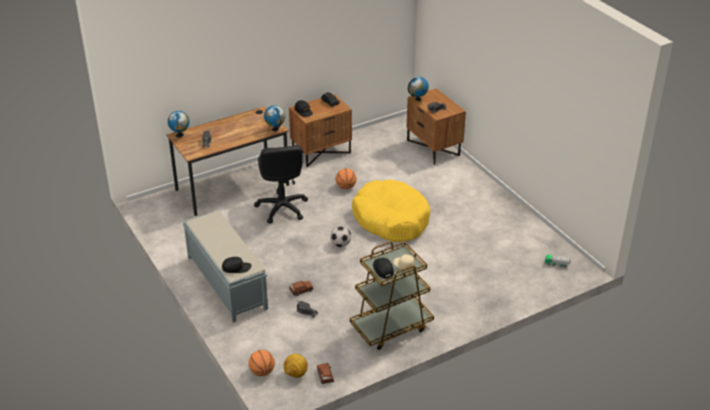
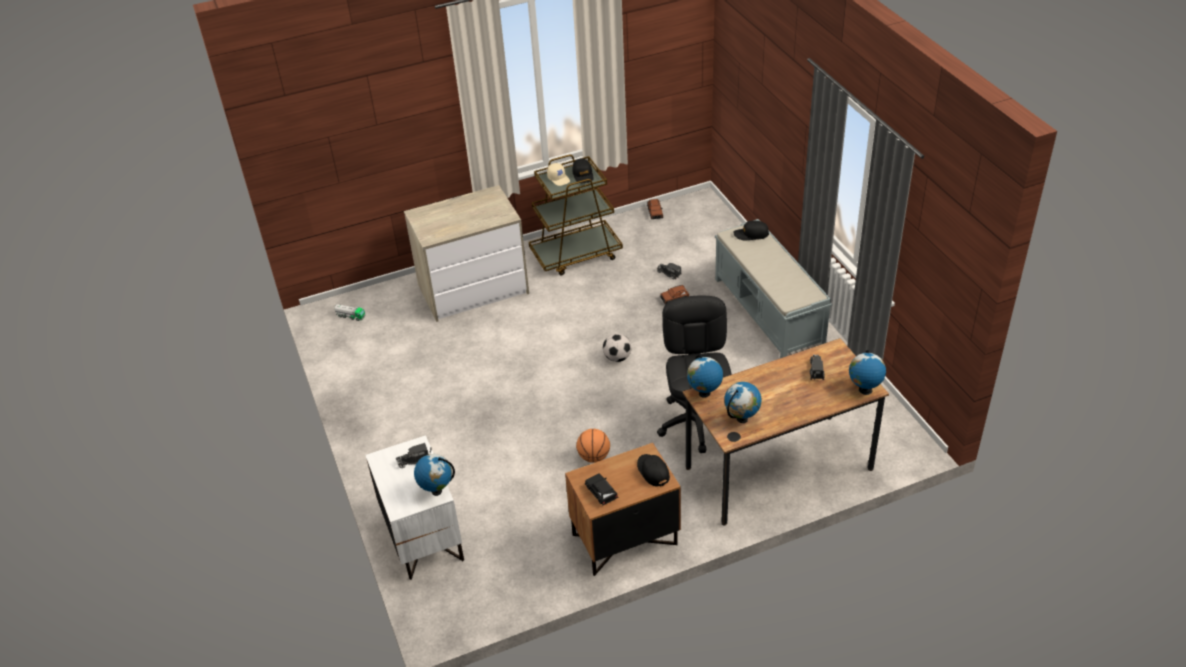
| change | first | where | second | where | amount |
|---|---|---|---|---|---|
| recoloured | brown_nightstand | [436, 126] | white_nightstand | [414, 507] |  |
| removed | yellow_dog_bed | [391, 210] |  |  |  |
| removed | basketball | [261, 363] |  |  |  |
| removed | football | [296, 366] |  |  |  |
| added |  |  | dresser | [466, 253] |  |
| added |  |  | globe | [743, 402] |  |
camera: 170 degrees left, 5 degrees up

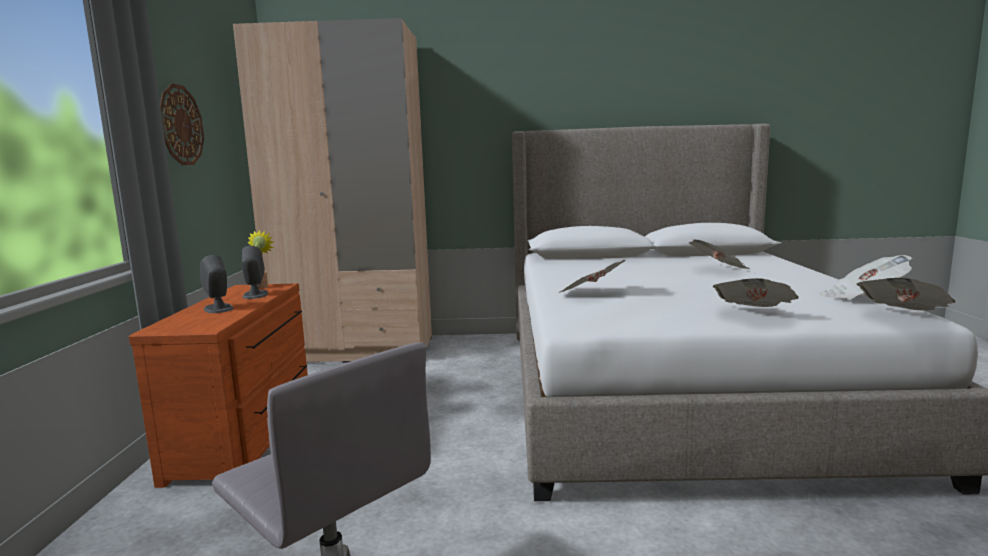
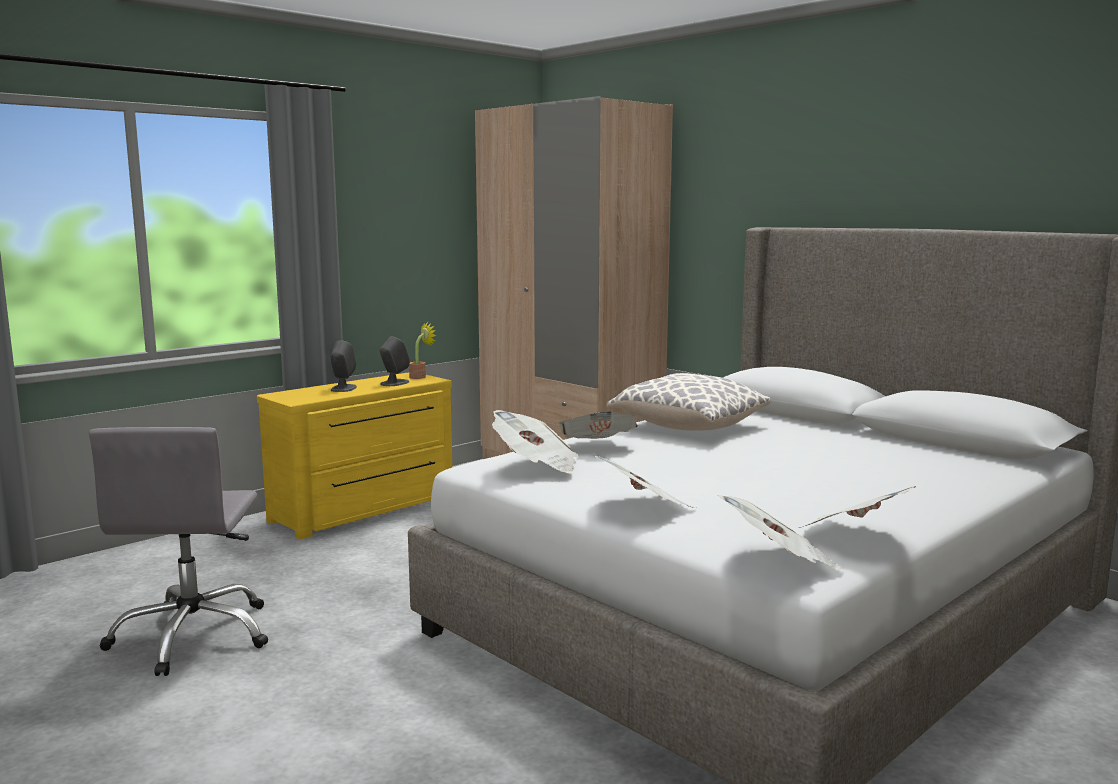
| change | first | where | second | where | amount |
|---|---|---|---|---|---|
| removed | wall_clock | [182, 124] |  |  |  |
| moved | newspaper | [719, 254] |  | [535, 441] |  |
| recoloured | brown_dresser | [218, 385] | yellow_dresser | [354, 456] |  |
| added |  |  | pillow | [688, 402] |  |
camera: 45 degrees right, 0 degrees up

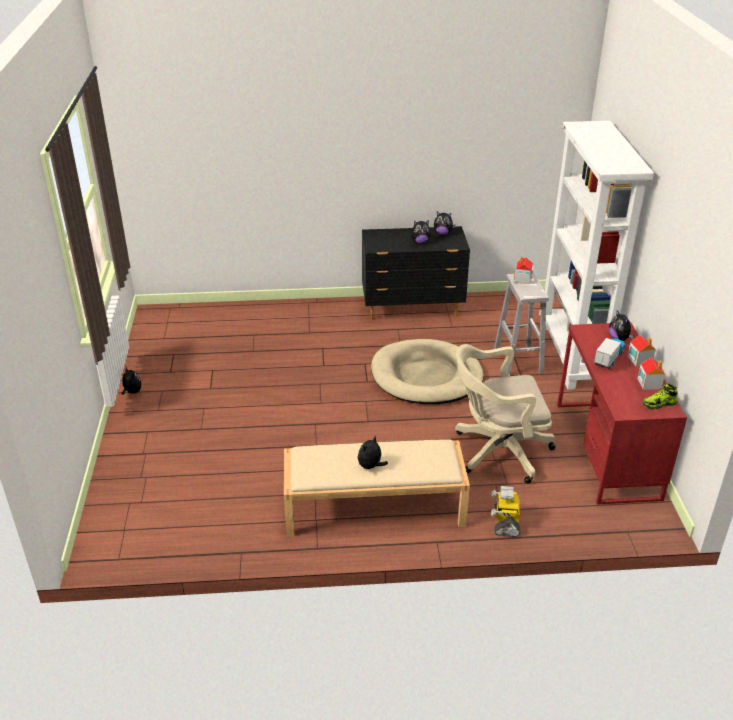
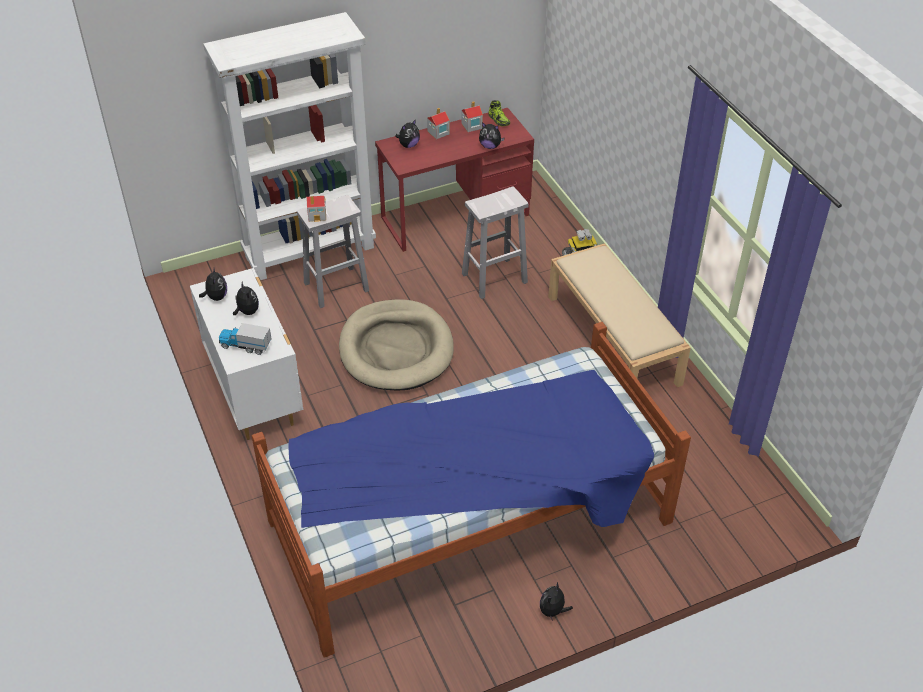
| change | first | where | second | where | amount |
|---|---|---|---|---|---|
| recoloured | black_dresser | [416, 273] | white_dresser | [247, 354] |  |
| moved | toy_truck | [609, 354] |  | [245, 339] |  |
| replaced | beige_office_chair | [505, 414] | white_stool | [495, 242] |  |
| moved | plush_toy | [373, 453] |  | [491, 135] |  |
| added |  |  | bed | [471, 490] |  |
camera: 110 degrees left, 10 degrees up

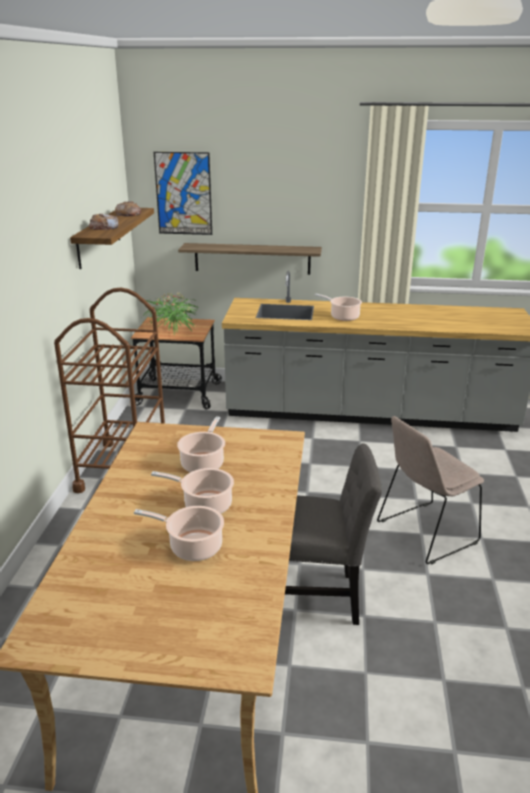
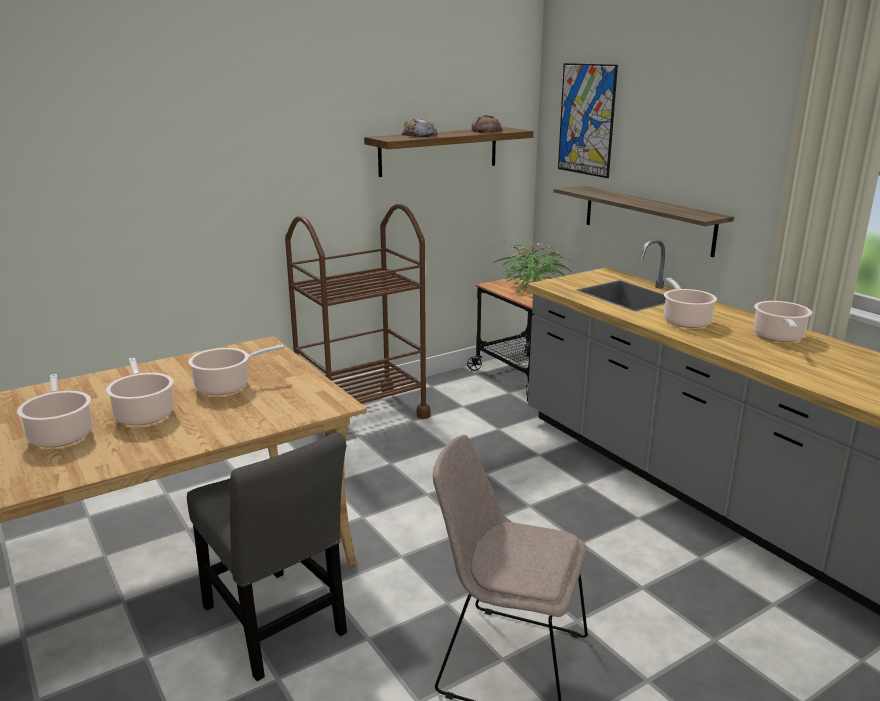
| change | first | where | second | where | amount |
|---|---|---|---|---|---|
| added |  |  | cooking_pot | [783, 321] |  |
camera: 50 degrees right, 5 degrees down

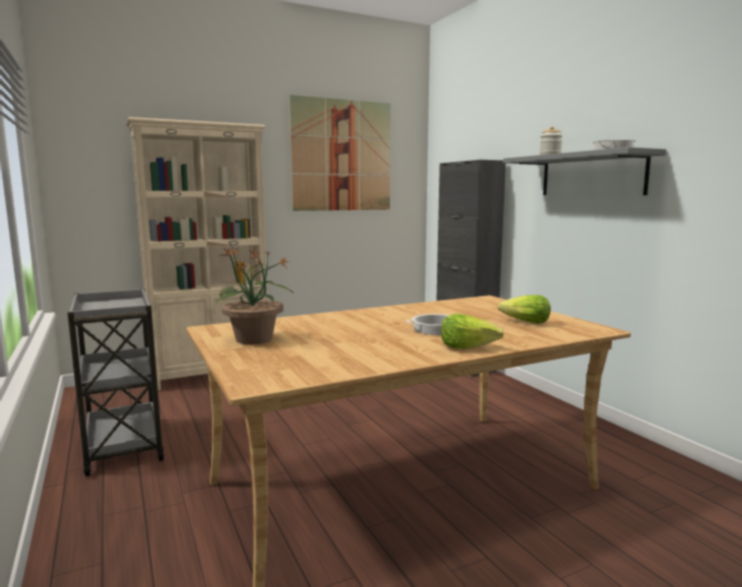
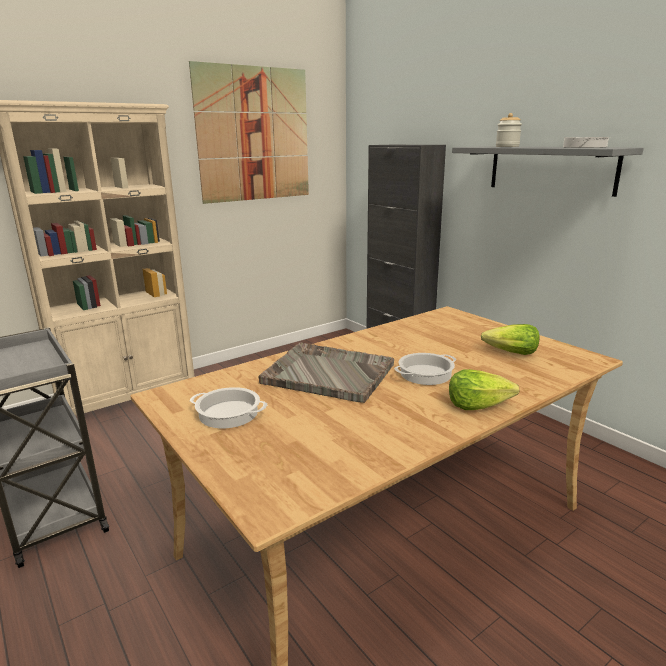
| change | first | where | second | where | amount |
|---|---|---|---|---|---|
| replaced | potted_plant | [255, 296] | cooking_pot | [228, 407] |  |
| added |  |  | grey_tray | [326, 372] |  |
camera: 10 degrees left, 10 degrees up

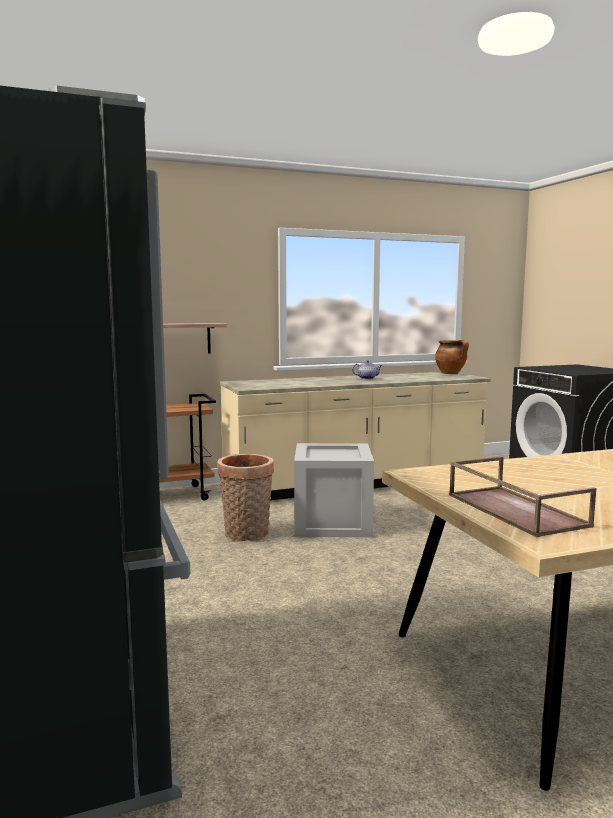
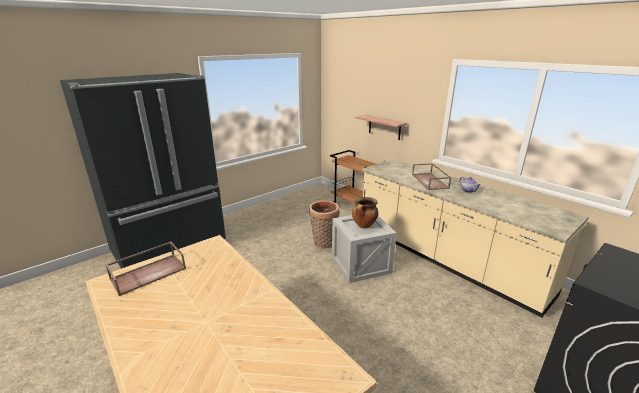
| change | first | where | second | where | amount |
|---|---|---|---|---|---|
| moved | cooking_pot | [452, 357] |  | [365, 213] |  |
| added |  |  | brown_tray | [431, 176] |  |
camera: 70 degrees right, 15 degrees up

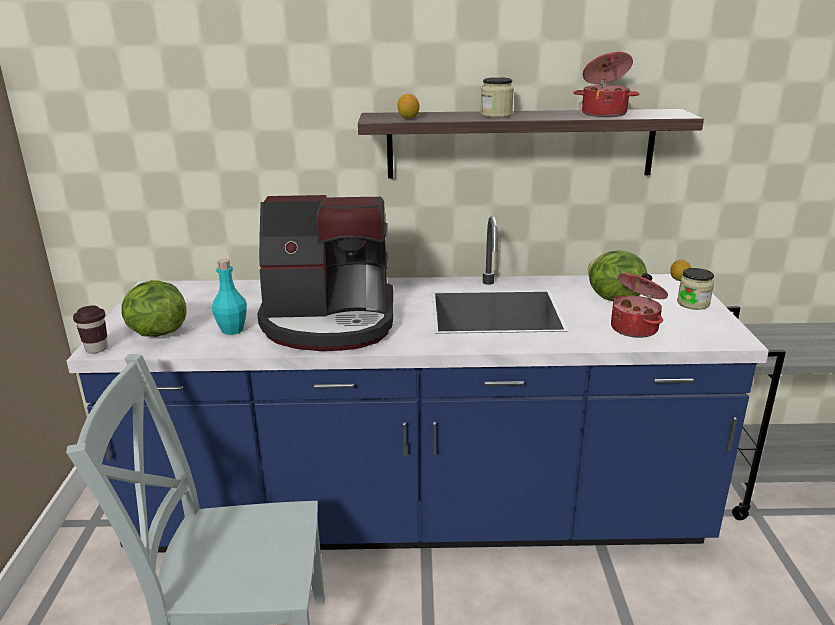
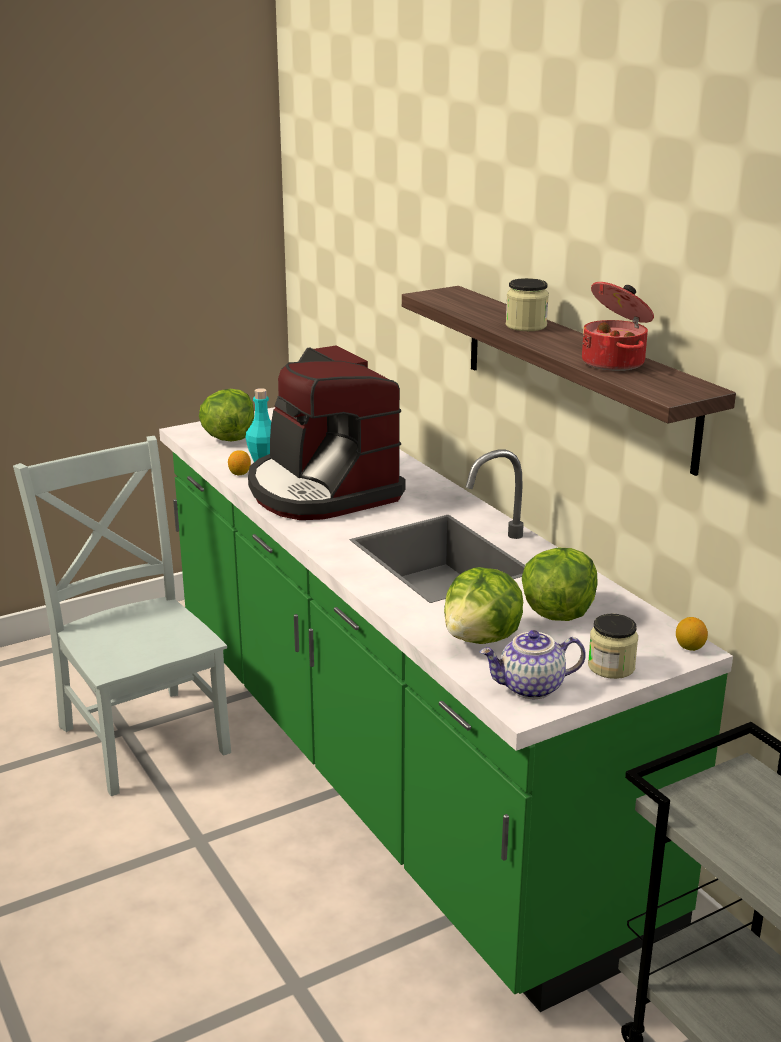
| change | first | where | second | where | amount |
|---|---|---|---|---|---|
| moved | lemon | [408, 106] |  | [239, 462] |  |
| recoloured | blue_counter | [418, 384] | green_counter | [446, 709] |  |
| replaced | cooking_pot | [639, 305] | lettuce | [483, 605] |  |
| removed | brown_cup | [90, 329] |  |  |  |
| added |  |  | teapot | [533, 664] |  |
camera: 60 degrees right, 0 degrees up

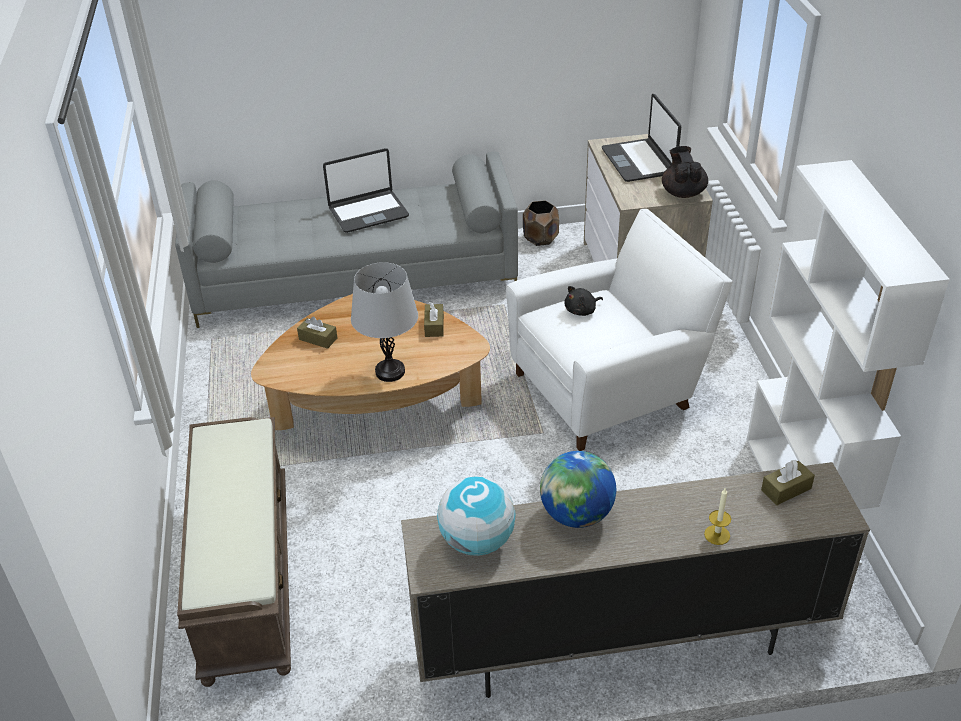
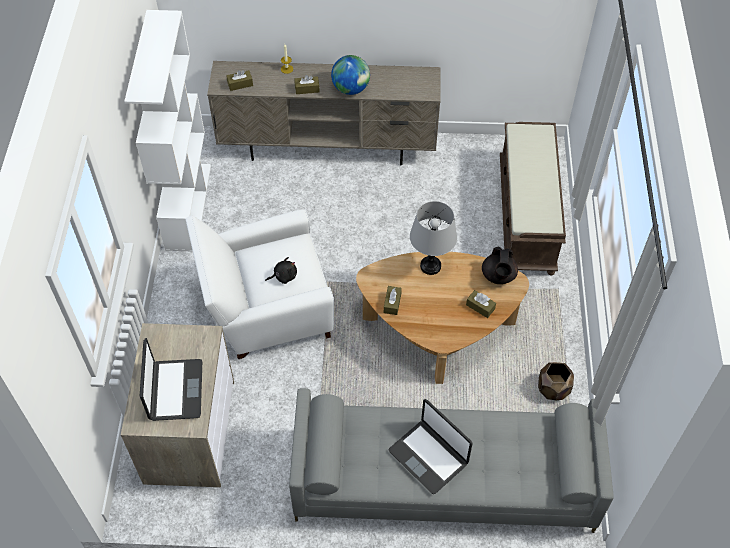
| change | first | where | second | where | amount |
|---|---|---|---|---|---|
| moved | black_teapot | [685, 172] |  | [500, 265] |  |
| turned | laptop | [366, 190] |  | [431, 446] | 120 degrees counterclockwise |
| moved | brown_planter | [541, 223] |  | [556, 381] |  |
| removed | globe | [476, 516] |  |  |  |
| added |  |  | brown_tissue_box | [307, 84] |  |
camera: 170 degrees left, 15 degrees up

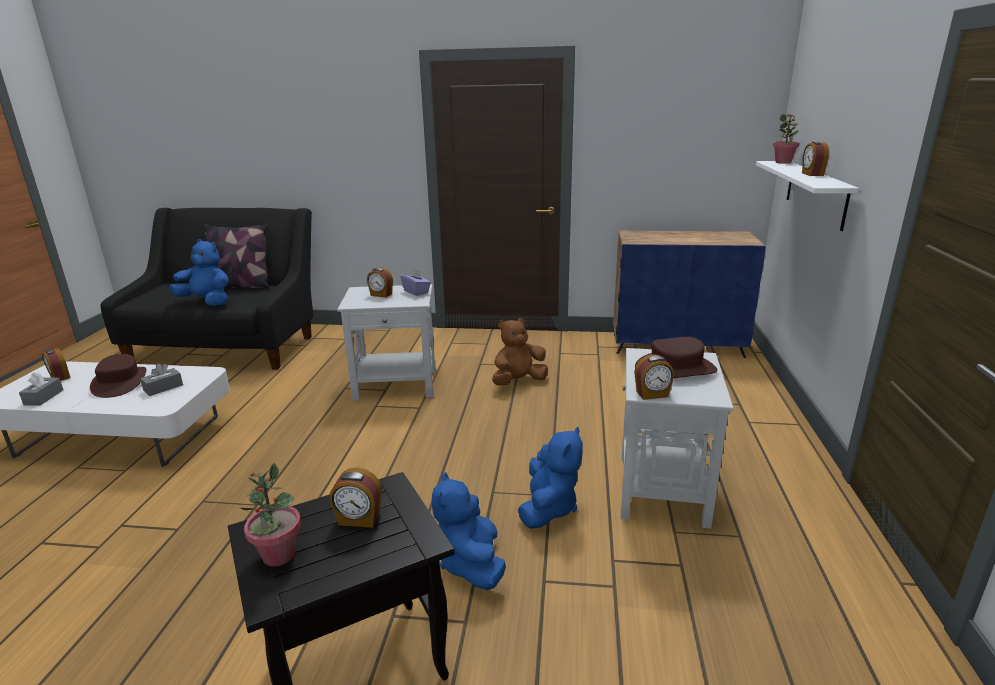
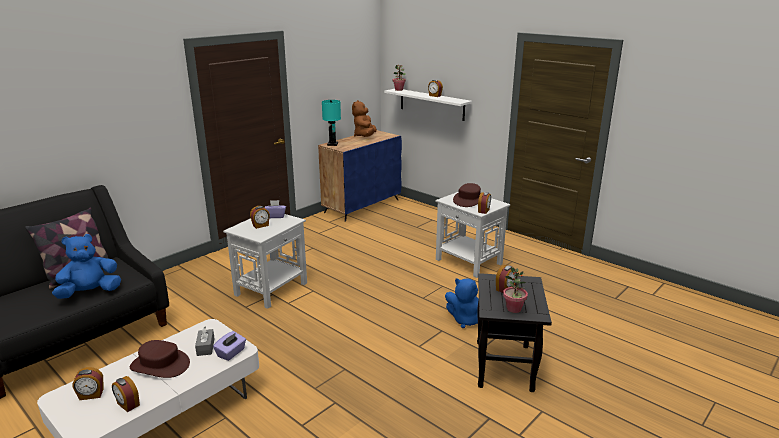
| change | first | where | second | where | amount |
|---|---|---|---|---|---|
| moved | brown_plush_toy | [520, 351] |  | [364, 118] |  |
| replaced | grey_tissue_box | [41, 389] | alarm_clock | [126, 394] |  |
| removed | blue_plush_toy | [550, 477] |  |  |  |
| added |  |  | turquoise_table_lamp | [331, 123] |  |
| added |  |  | purple_tissue_box | [229, 346] |  |
camera: 55 degrees left, 0 degrees up

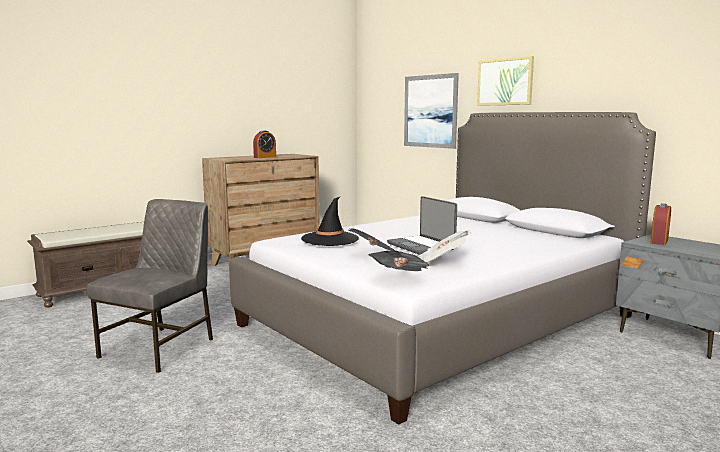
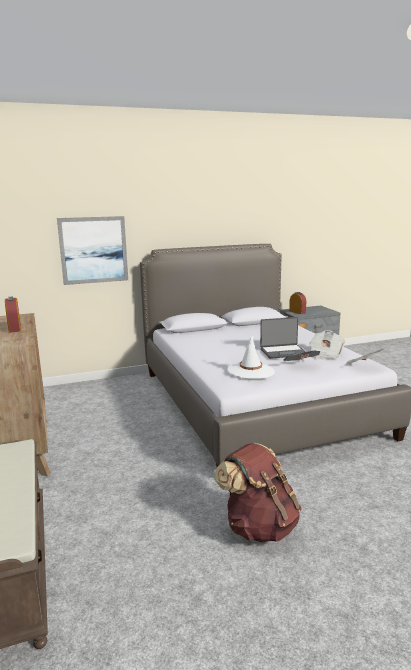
| change | first | where | second | where | amount |
|---|---|---|---|---|---|
| removed | picture | [505, 81] |  |  |  |
| recoloured | black_hat | [330, 221] | white_hat | [251, 357] |  |
| replaced | grey_chair | [150, 286] | brown_backpack | [258, 492] |  |
camera: 70 degrees left, 5 degrees up

